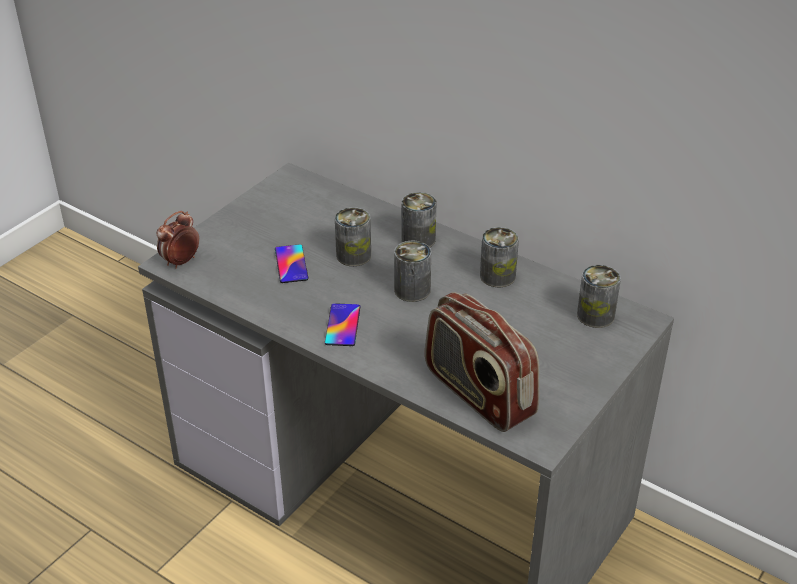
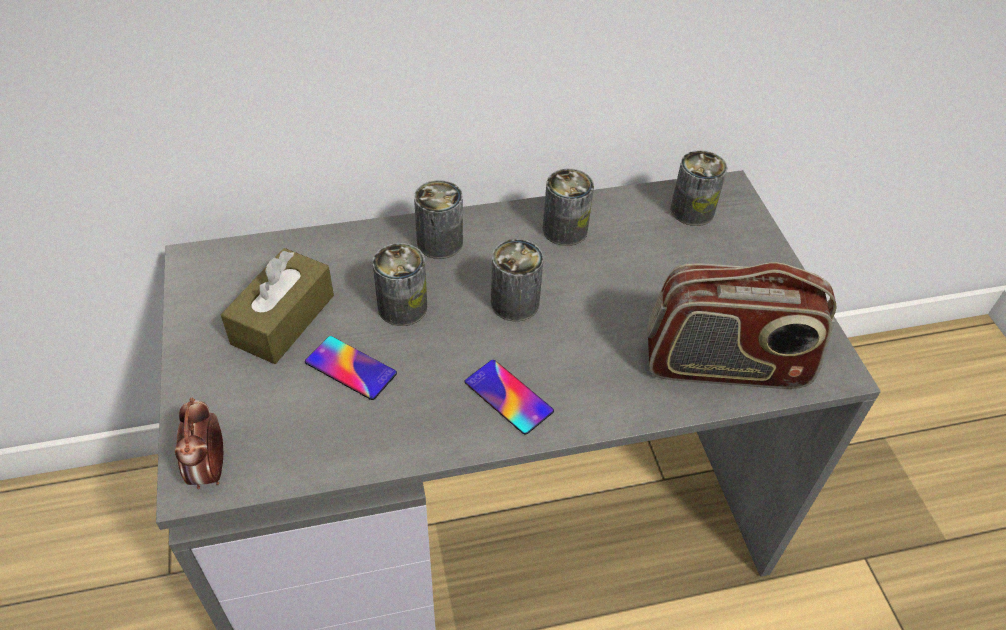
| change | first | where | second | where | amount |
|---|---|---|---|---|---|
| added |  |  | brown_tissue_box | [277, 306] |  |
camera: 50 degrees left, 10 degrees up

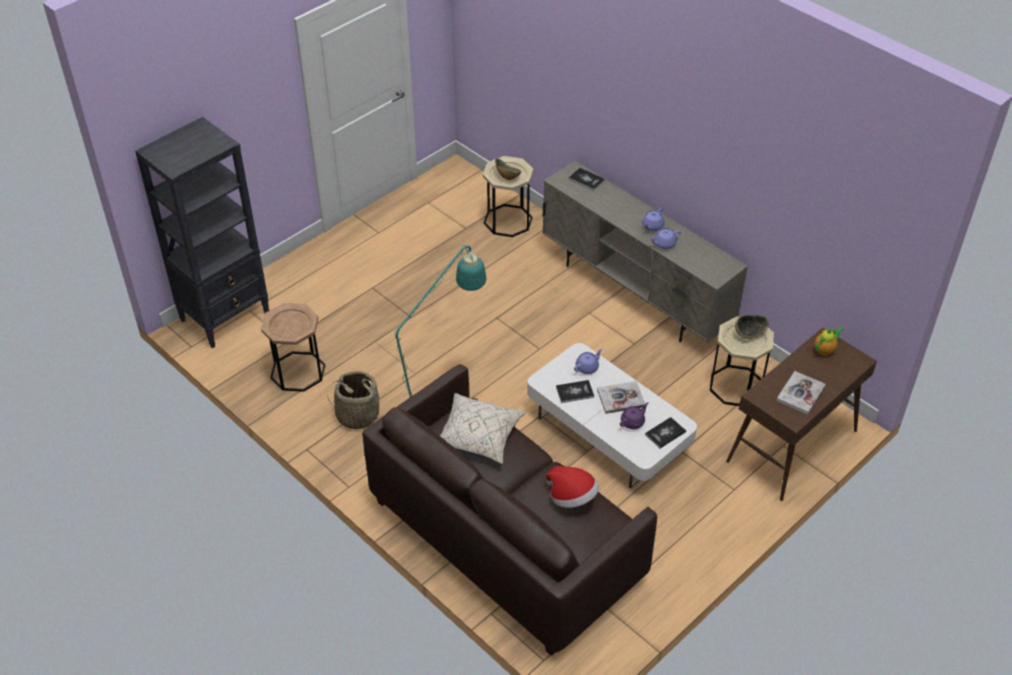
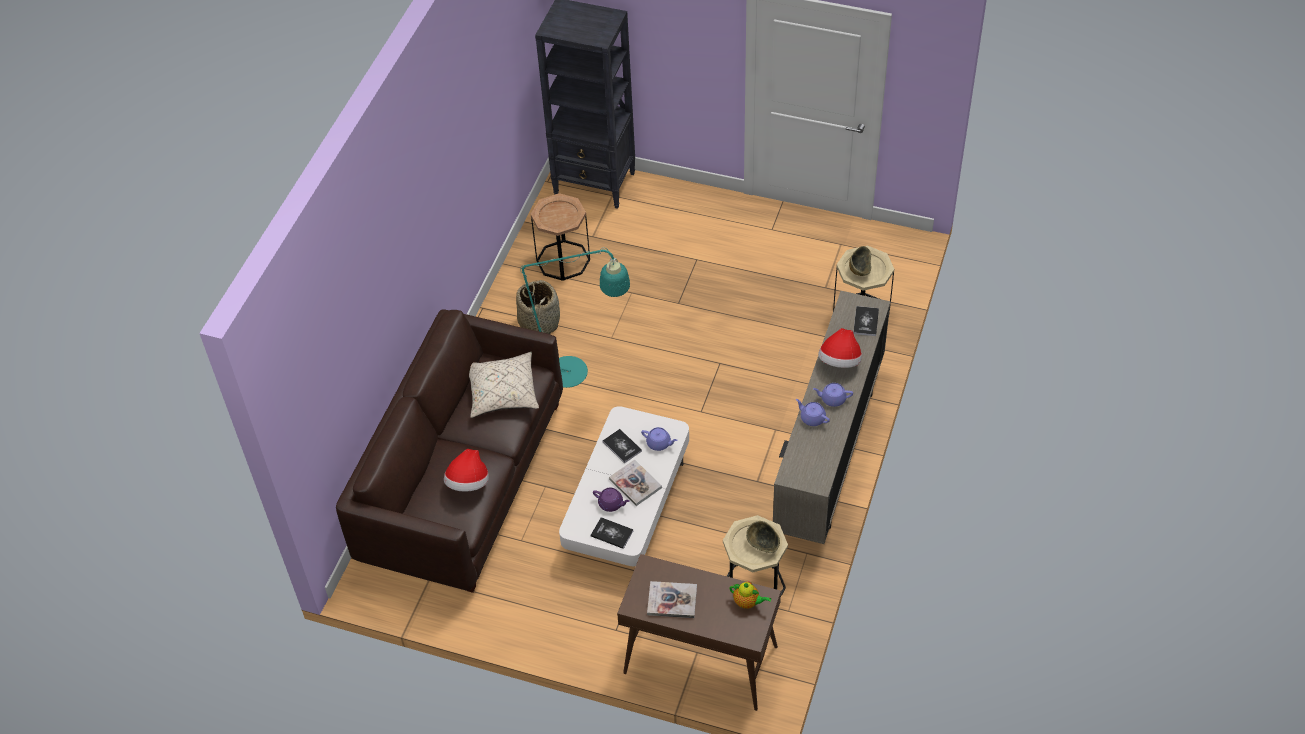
| change | first | where | second | where | amount |
|---|---|---|---|---|---|
| added |  |  | hat | [840, 348] |  |
camera: 65 degrees right, 5 degrees up

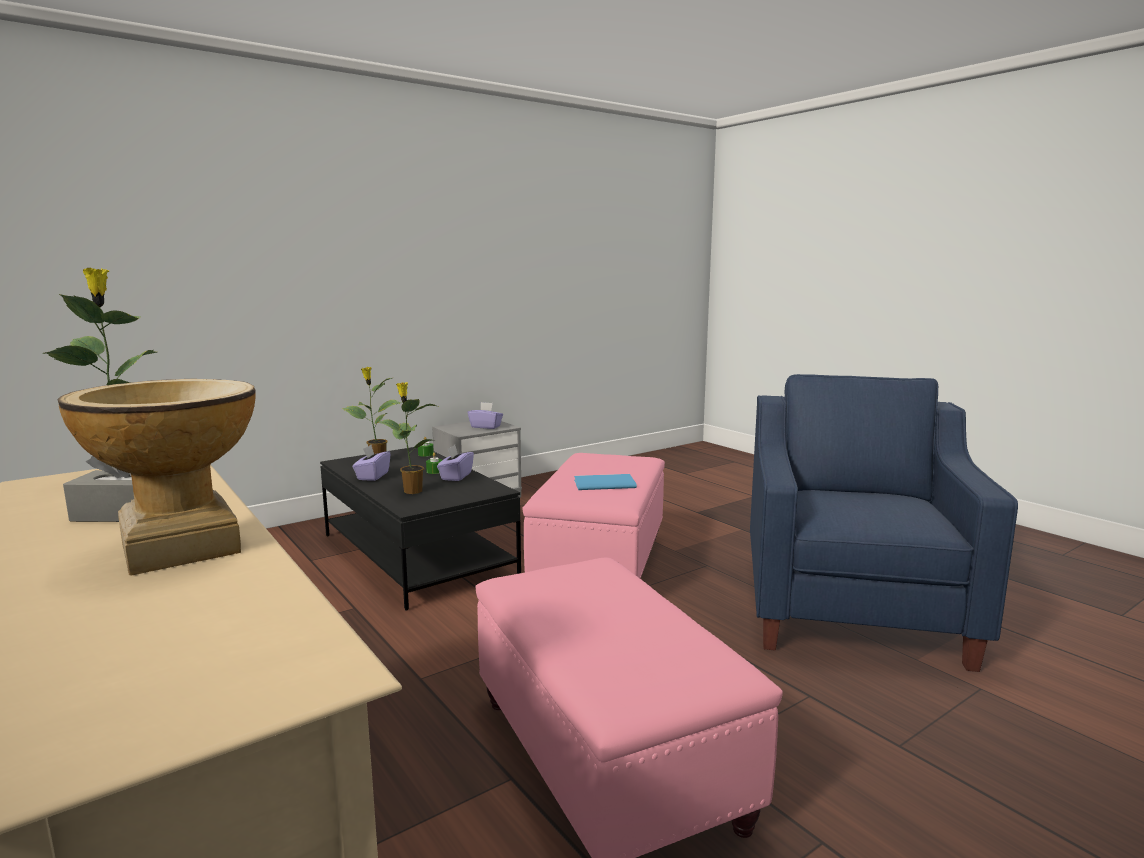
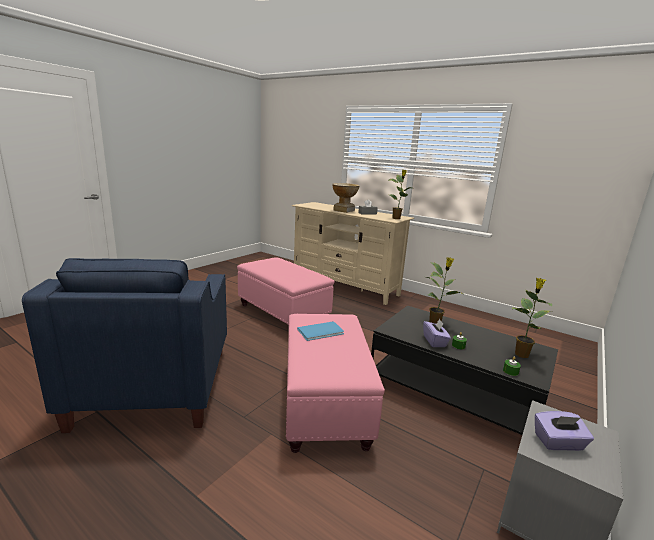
| change | first | where | second | where | amount |
|---|---|---|---|---|---|
| removed | purple_tissue_box | [372, 463] |  |  |  |
camera: 160 degrees right, 5 degrees up

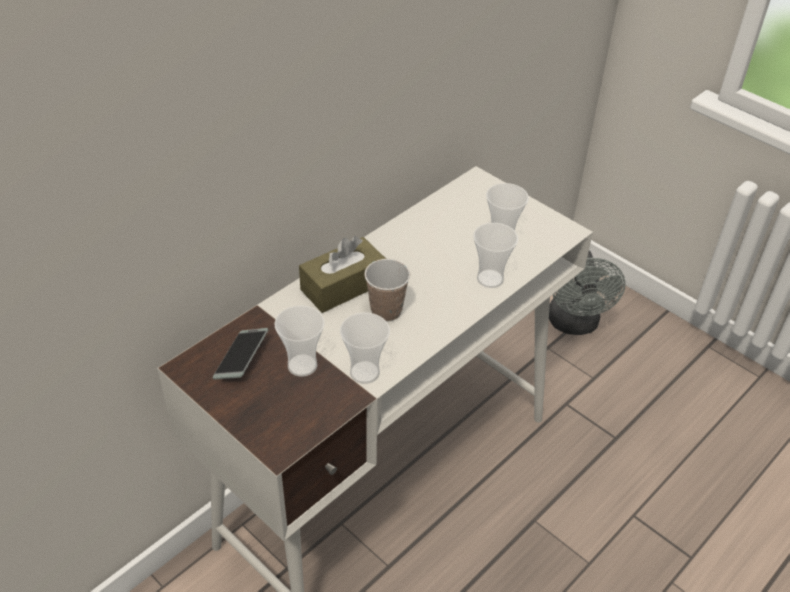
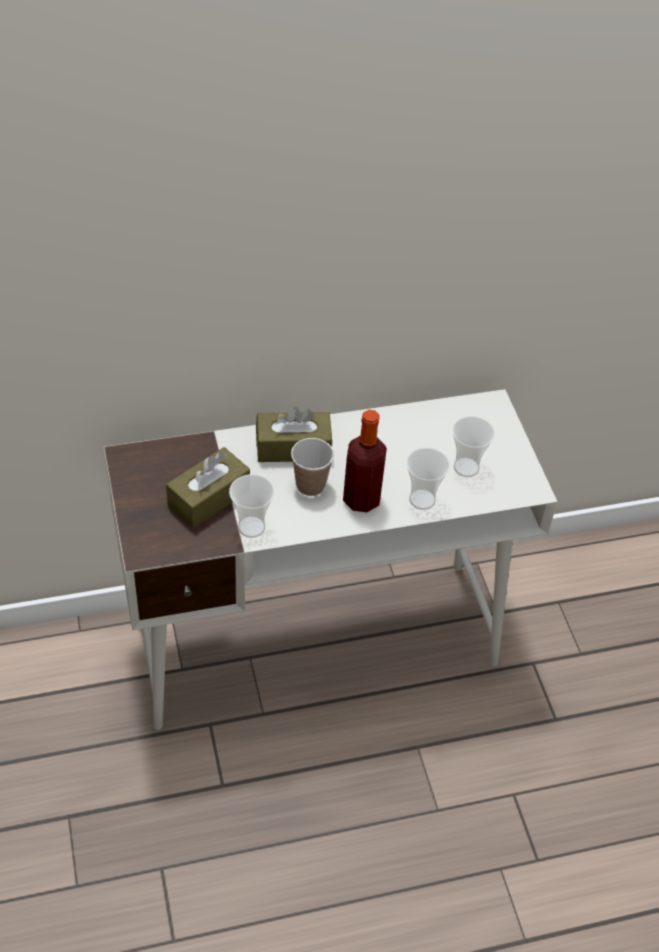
| change | first | where | second | where | amount |
|---|---|---|---|---|---|
| removed | grey_fan | [587, 293] |  |  |  |
| replaced | cup | [299, 341] | brown_tissue_box | [208, 487] |  |
| removed | phone | [240, 354] |  |  |  |
| added |  |  | bottle | [365, 461] |  |
camera: 30 degrees right, 5 degrees up

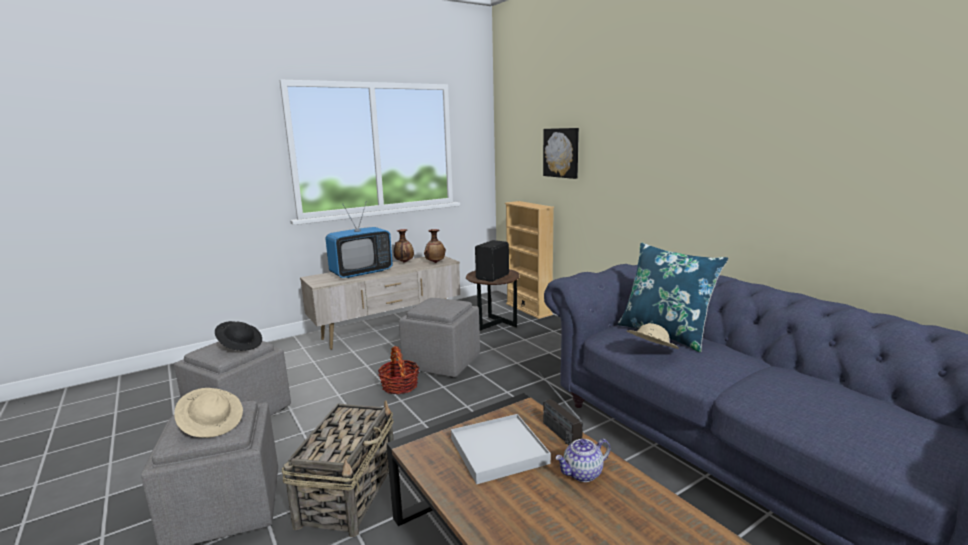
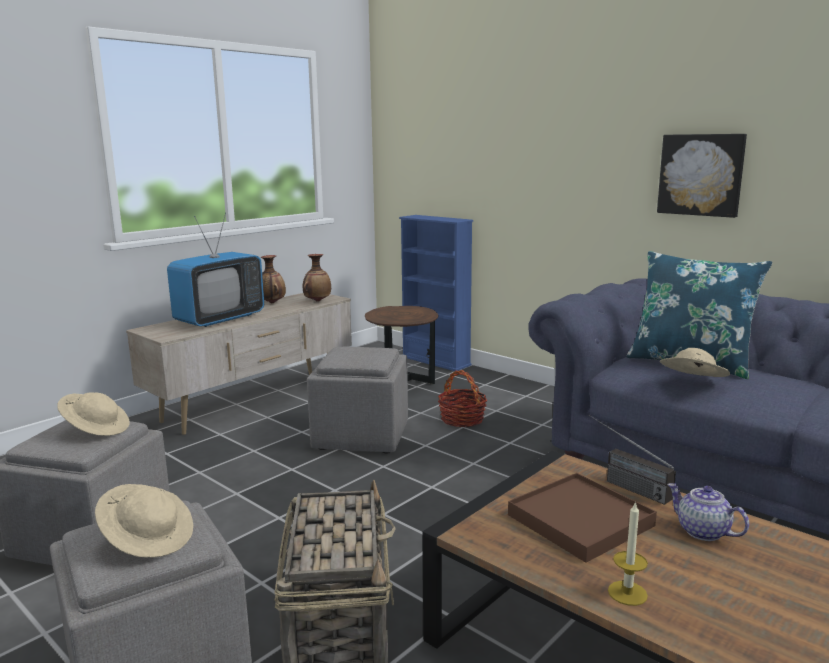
| change | first | where | second | where | amount |
|---|---|---|---|---|---|
| moved | picture | [561, 153] |  | [702, 176] |  |
| recoloured | beige_bookcase | [529, 260] | blue_bookcase | [436, 293] |  |
| removed | black_speaker | [492, 261] |  |  |  |
| recoloured | black_hat | [238, 336] | beige_hat | [93, 414] |  |
| moved | basket | [398, 370] |  | [462, 398] |  |
| recoloured | white_tray | [501, 449] | brown_tray | [582, 518] |  |
| turned | teapot | [582, 460] |  | [708, 512] | 90 degrees clockwise |
| added |  |  | candle | [628, 553] |  |
camera: 15 degrees left, 0 degrees up

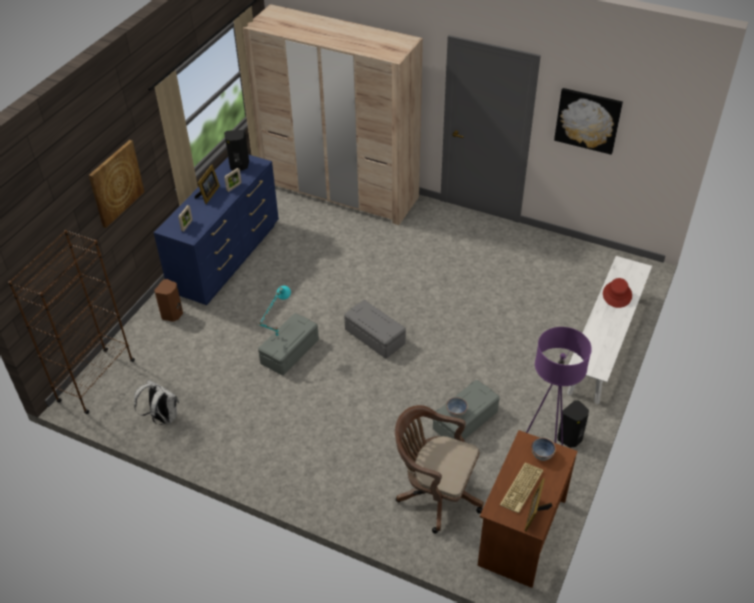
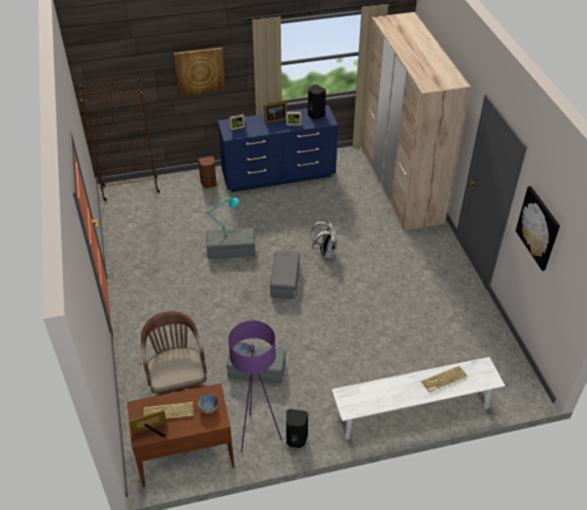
| change | first | where | second | where | amount |
|---|---|---|---|---|---|
| replaced | red_hat | [617, 293] | keyboard | [444, 379] |  |
| moved | white_backpack | [156, 402] |  | [323, 239] |  |
camera: 50 degrees right, 0 degrees up

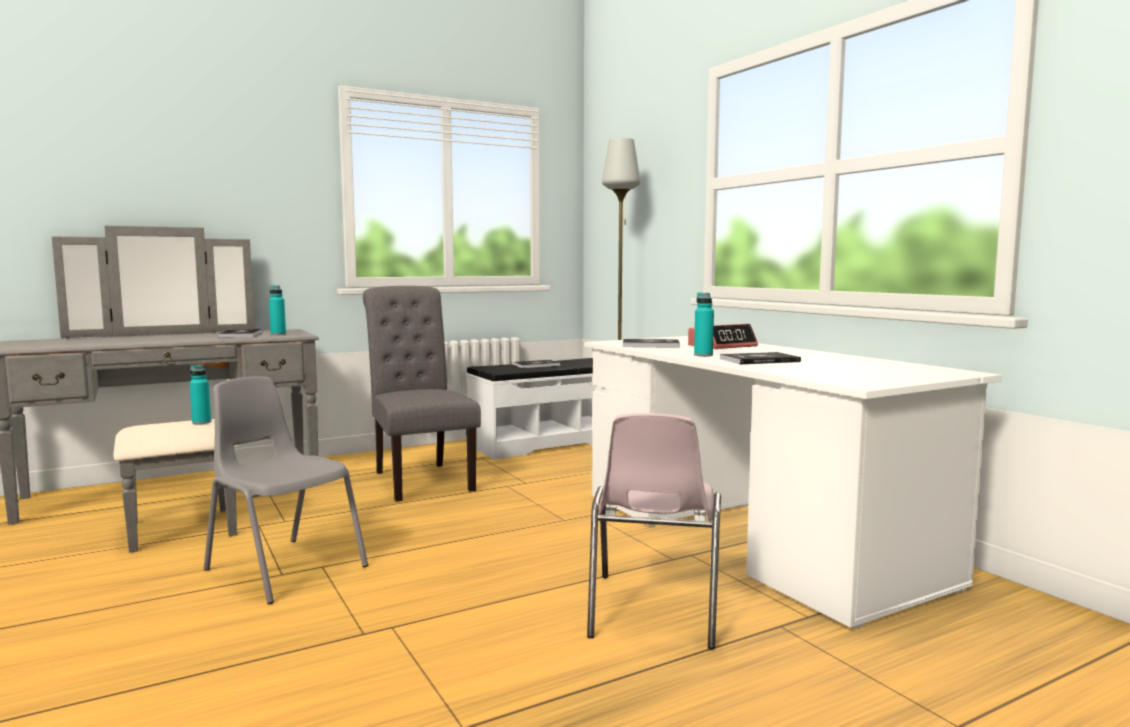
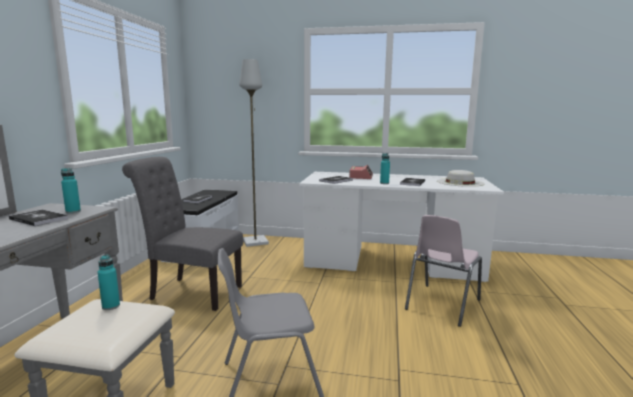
| change | first | where | second | where | amount |
|---|---|---|---|---|---|
| turned | pink_chair | [654, 531] |  | [443, 271] | 75 degrees clockwise |
| added |  |  | white_hat | [461, 178] |  |
camera: 50 degrees left, 5 degrees up

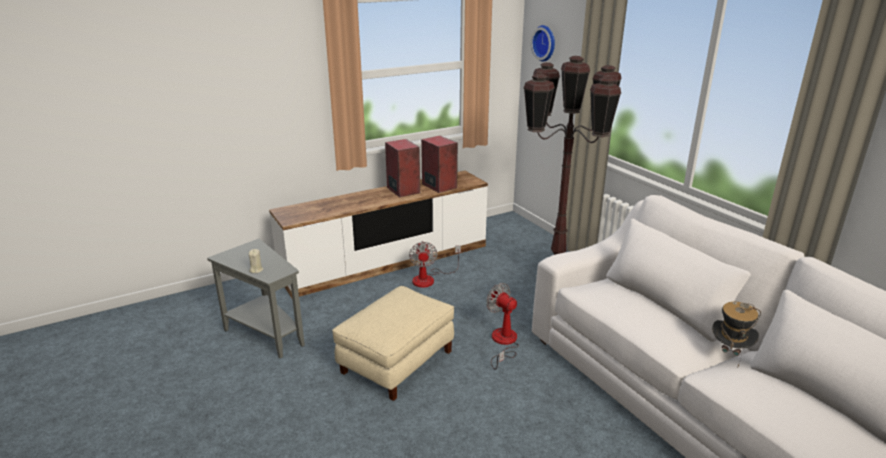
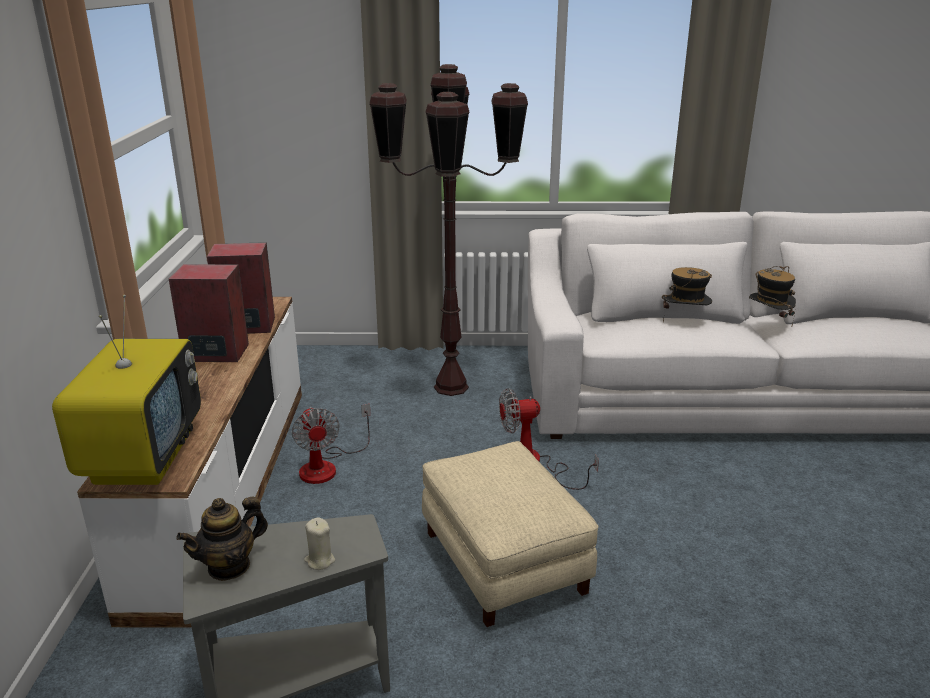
| change | first | where | second | where | amount |
|---|---|---|---|---|---|
| removed | wall_clock | [543, 43] |  |  |  |
| turned | fan | [435, 264] |  | [331, 444] | 45 degrees clockwise |
| added |  |  | hat | [687, 294] |  |
| added |  |  | television | [126, 390] |  |
| added |  |  | teapot | [222, 539] |  |
camera: 60 degrees left, 0 degrees up

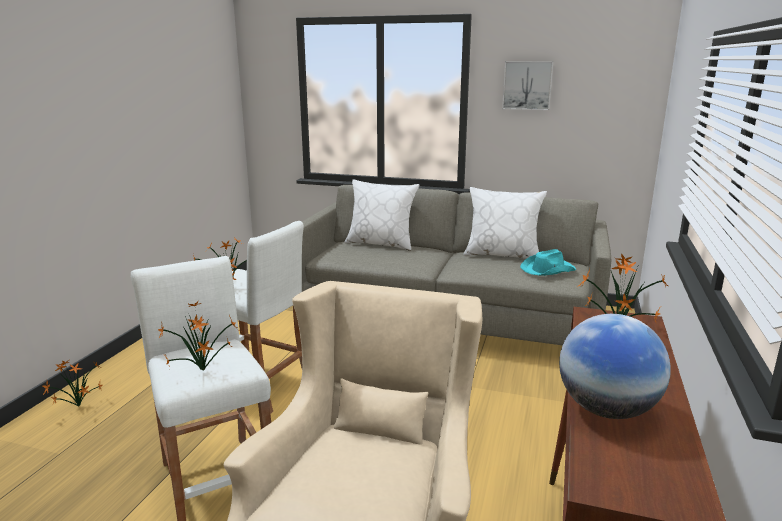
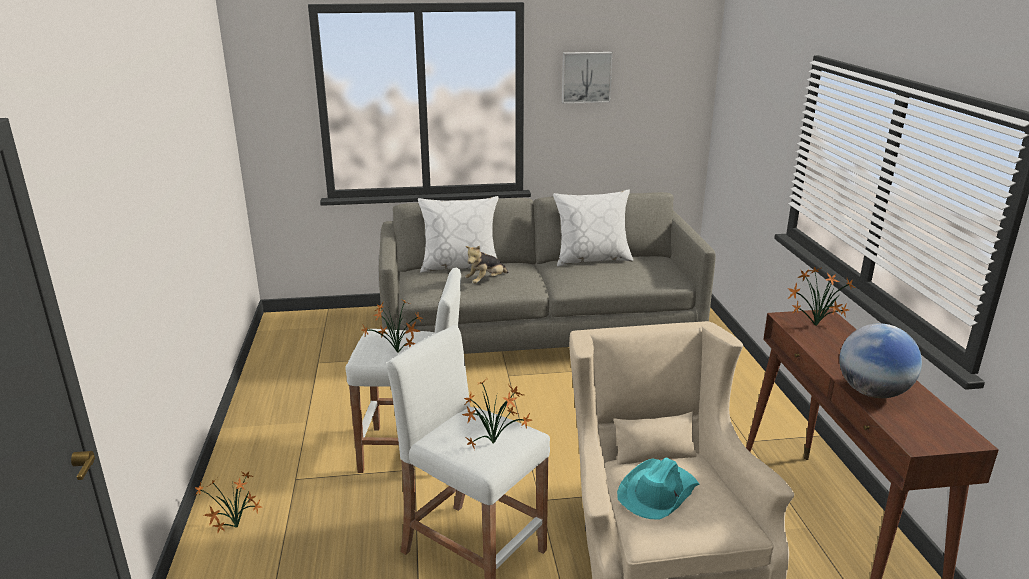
| change | first | where | second | where | amount |
|---|---|---|---|---|---|
| moved | turquoise_hat | [548, 262] |  | [658, 489] |  |
| added |  |  | plush_toy | [487, 264] |  |
camera: 25 degrees left, 5 degrees up

